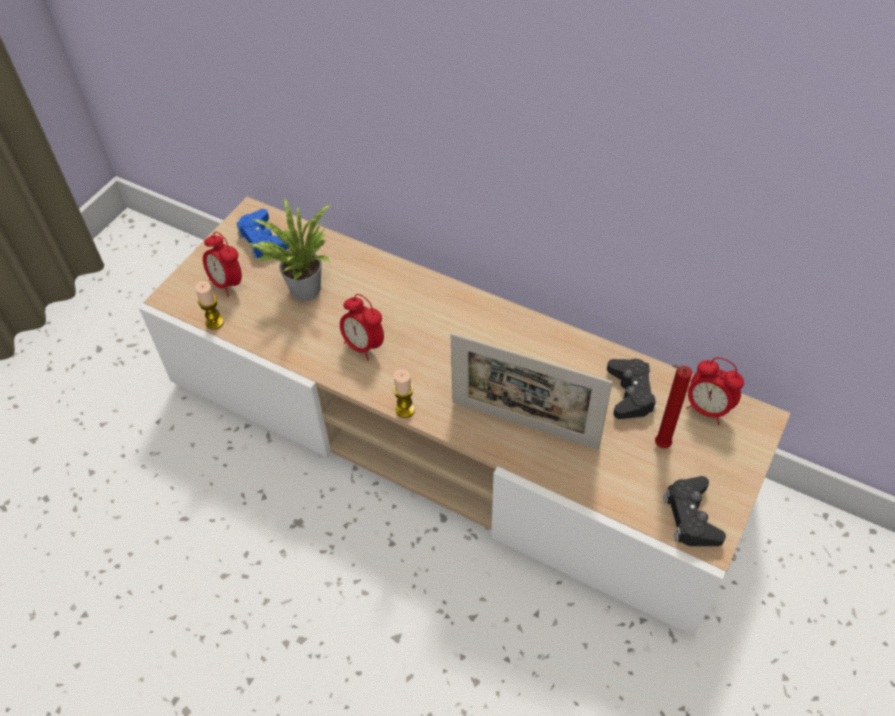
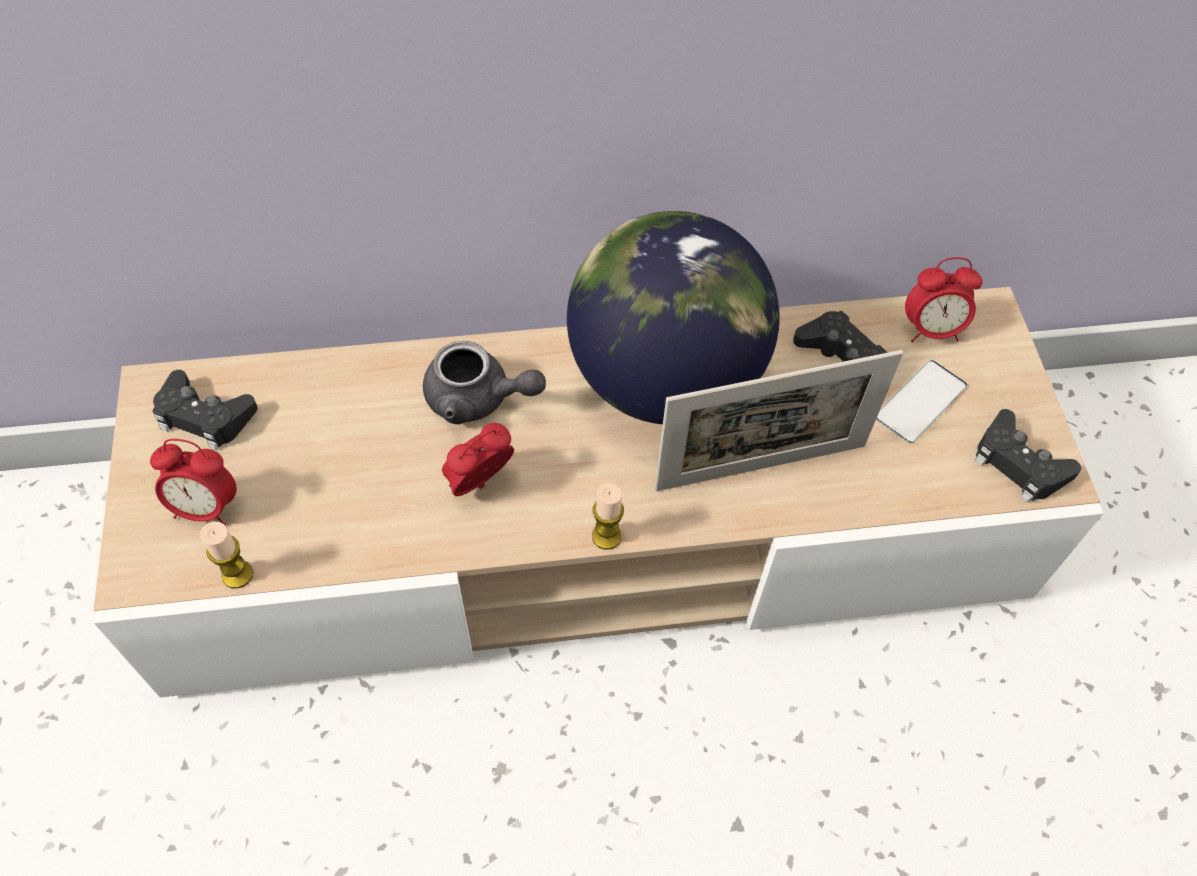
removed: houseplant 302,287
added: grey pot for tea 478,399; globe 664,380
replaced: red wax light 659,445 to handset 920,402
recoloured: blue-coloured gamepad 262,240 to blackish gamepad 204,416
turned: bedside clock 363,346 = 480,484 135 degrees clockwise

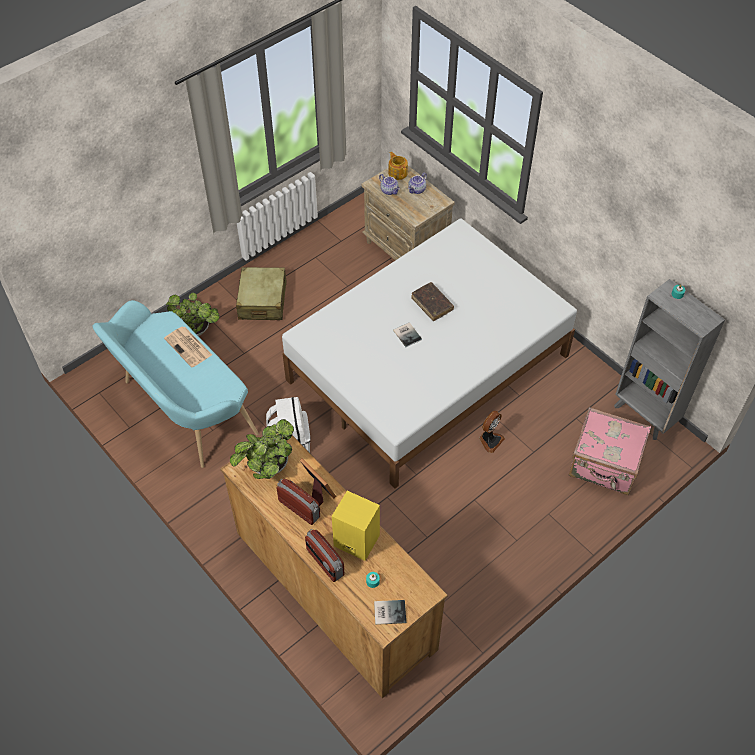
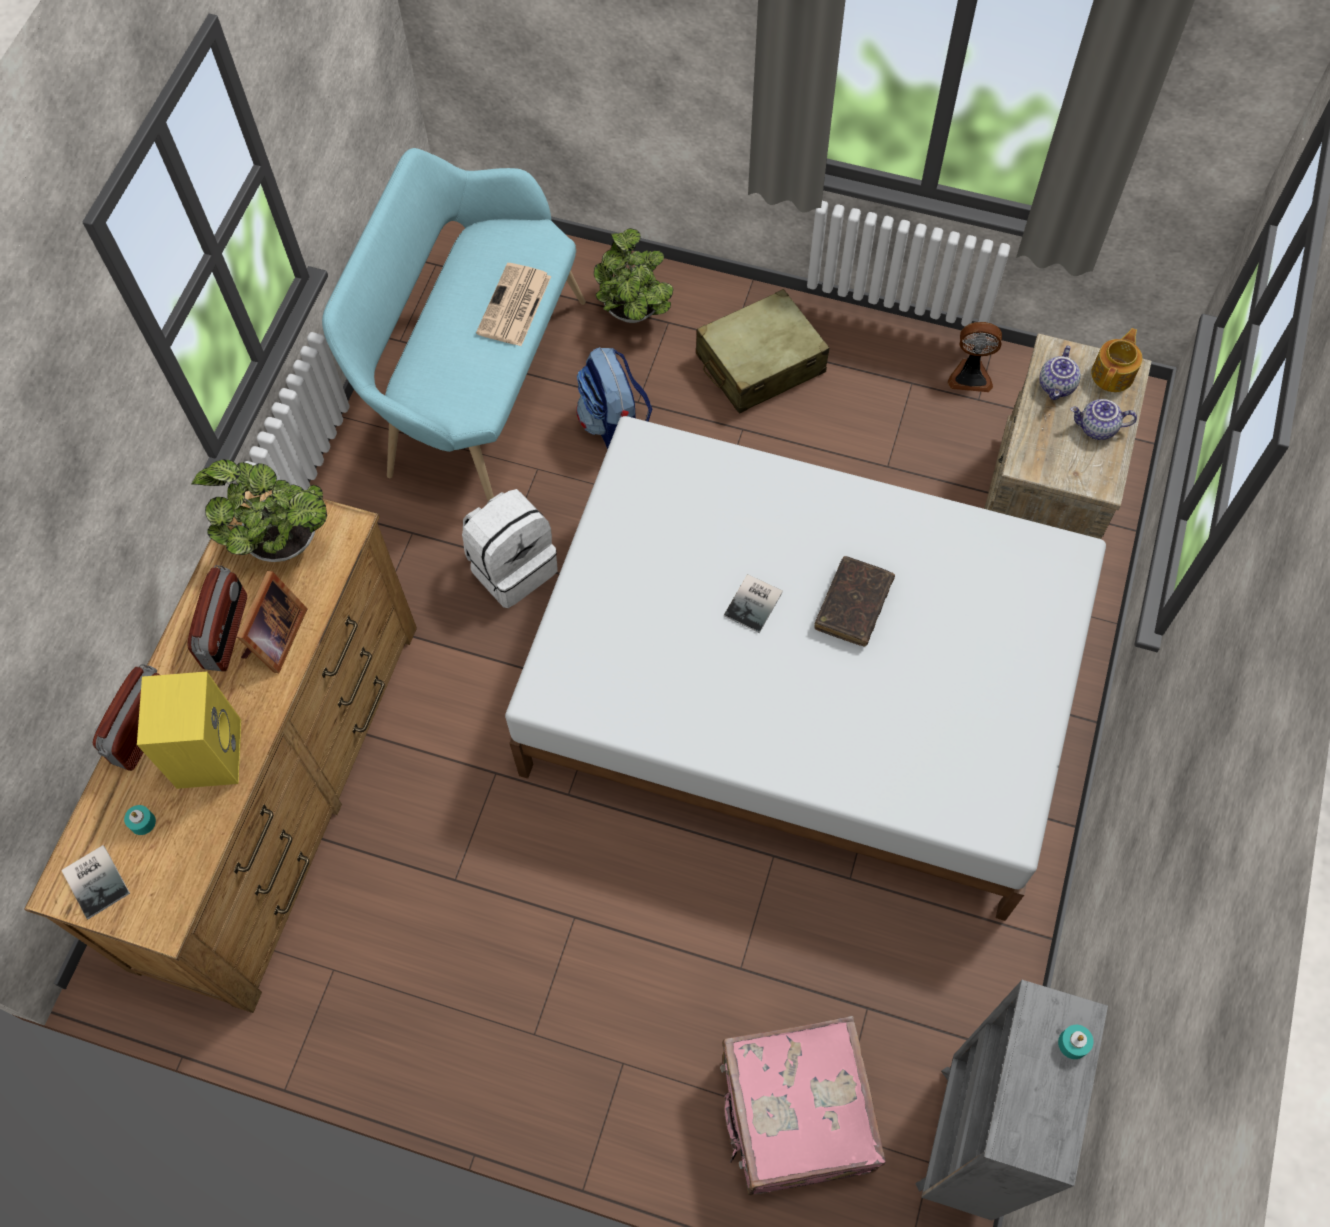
added: backpack 614,425
moved: electric fan 490,440 to 970,375

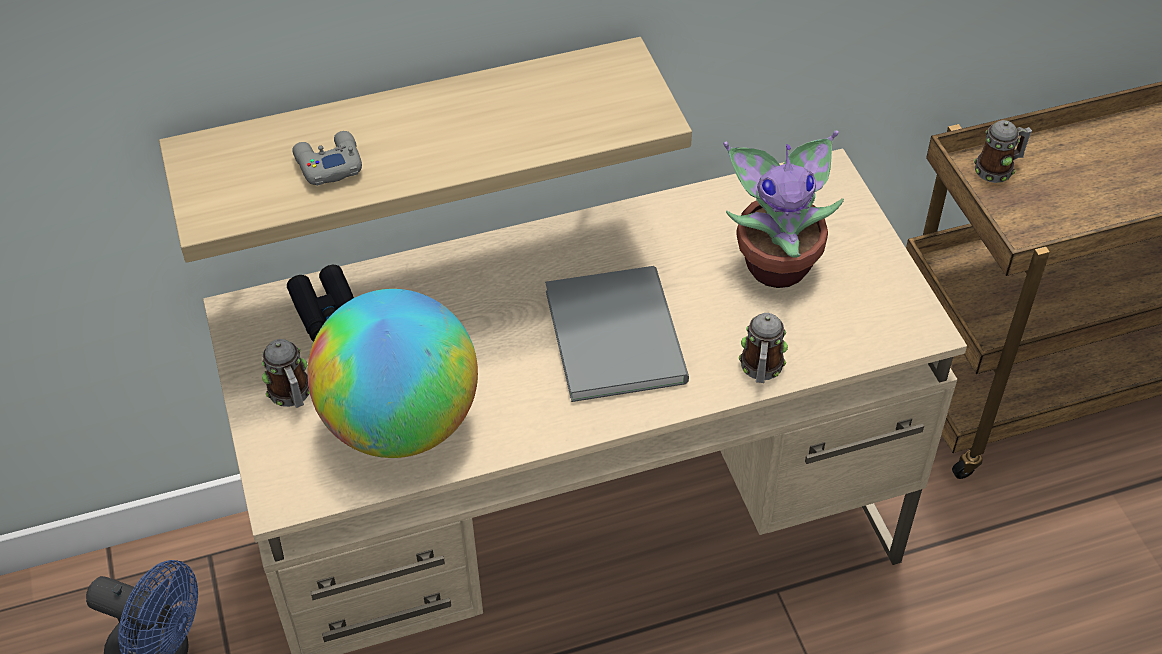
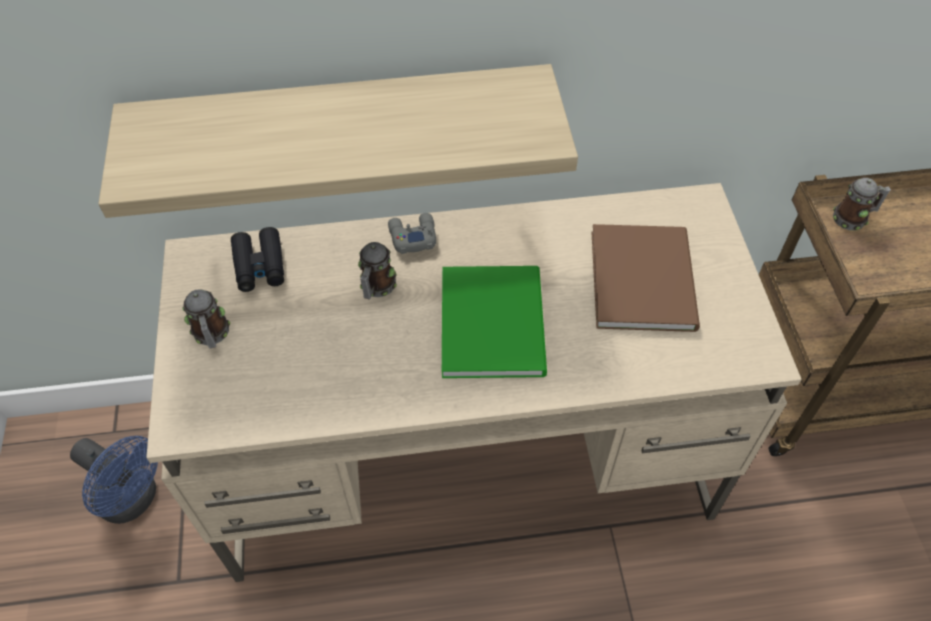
removed: globe 401,423
moved: grey gamepad 328,164 to 412,236; tea mug 761,369 to 376,287
replaced: houseplant 777,262 to brownish volume 645,277
recoloured: grey volume 618,332 to greenish volume 495,320

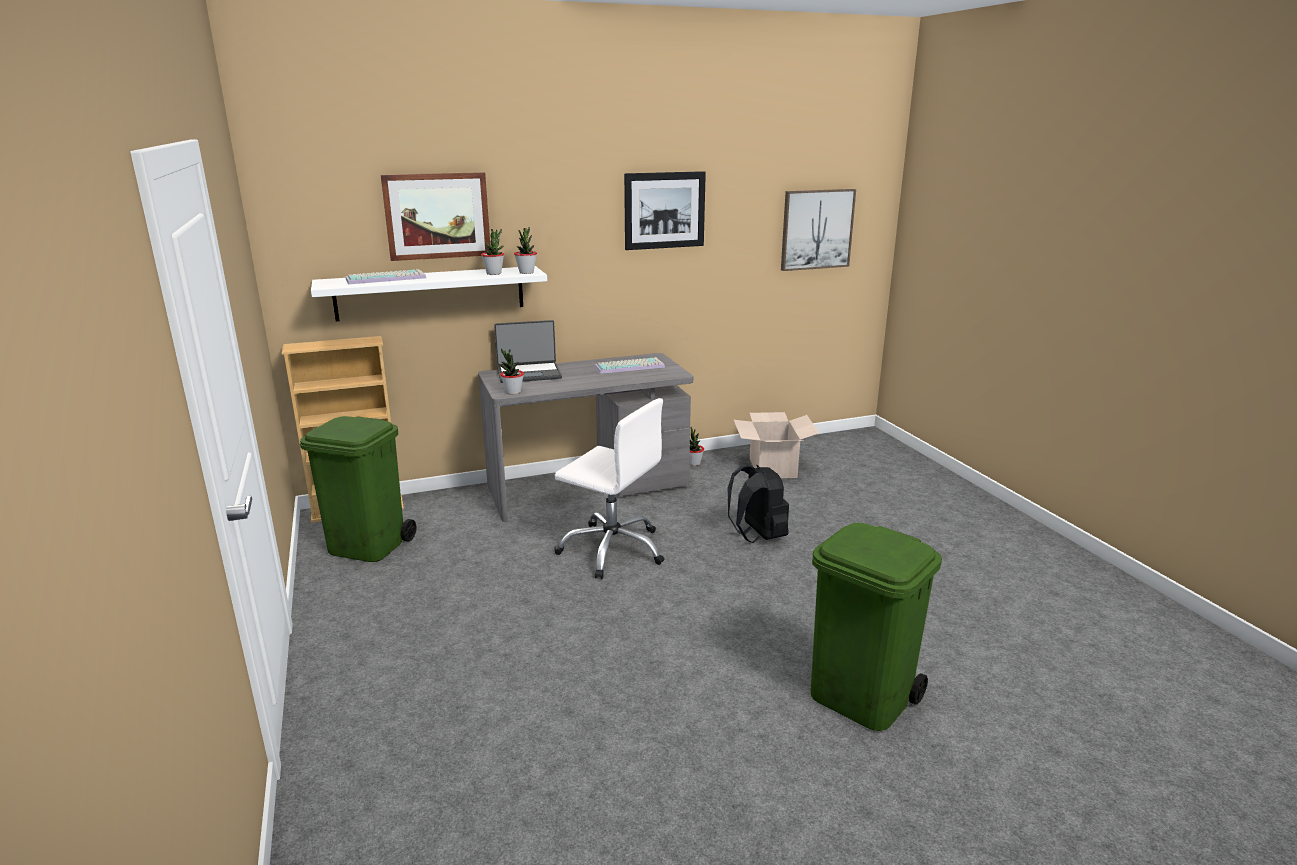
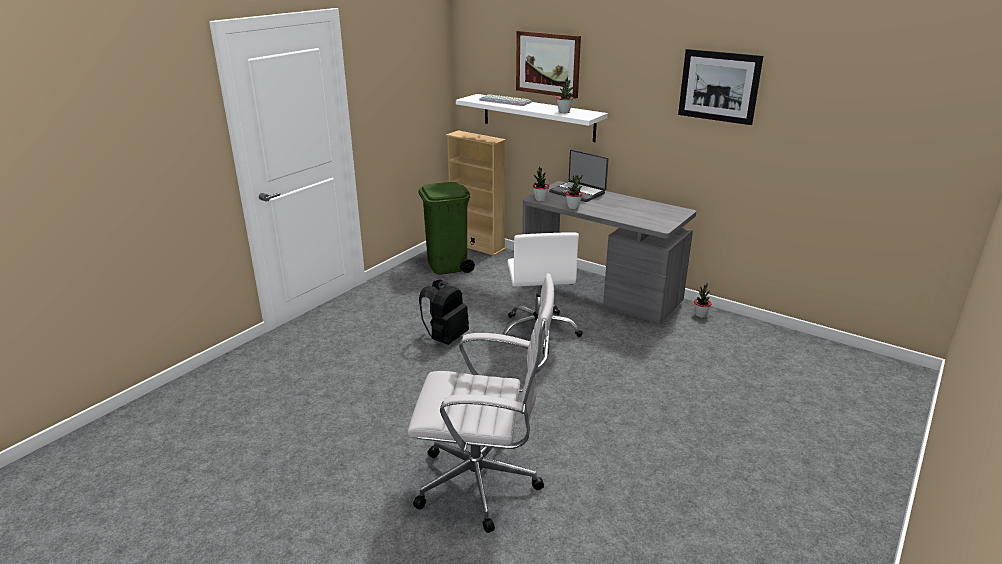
removed: keyboard 630,366; cardboard box 773,468; wall art 816,229
moved: houseplant 526,272 to 573,207; blackish backpack 758,536 to 445,338
replaced: greenish rubbish bin 861,698 to white desk chair 483,484

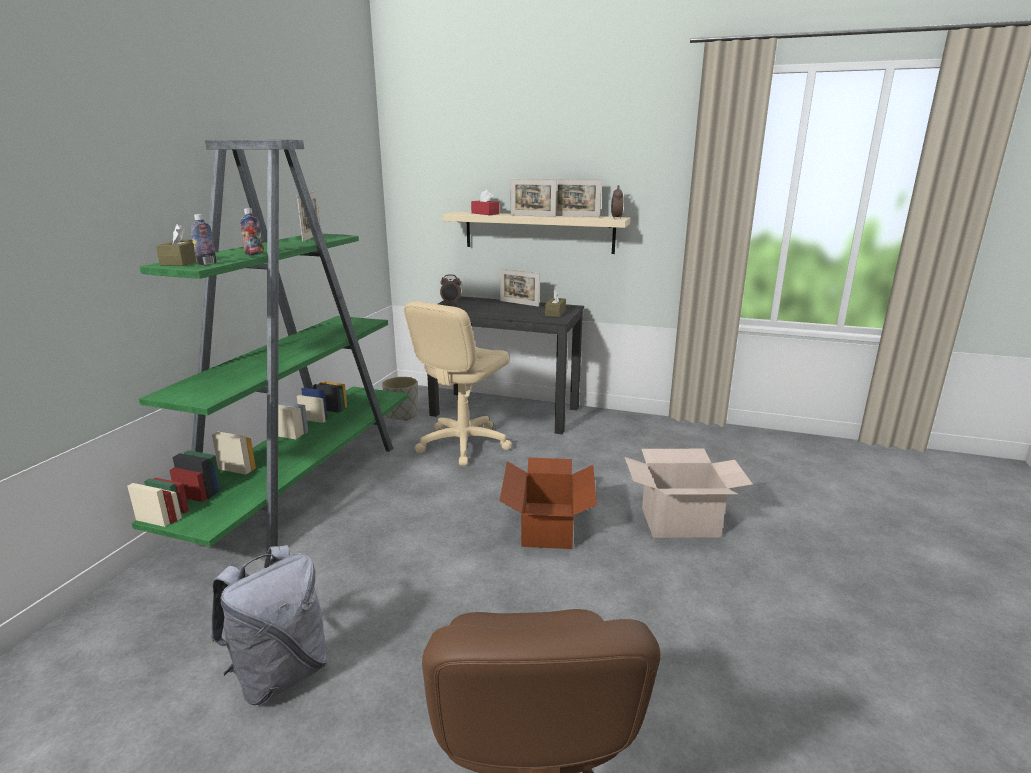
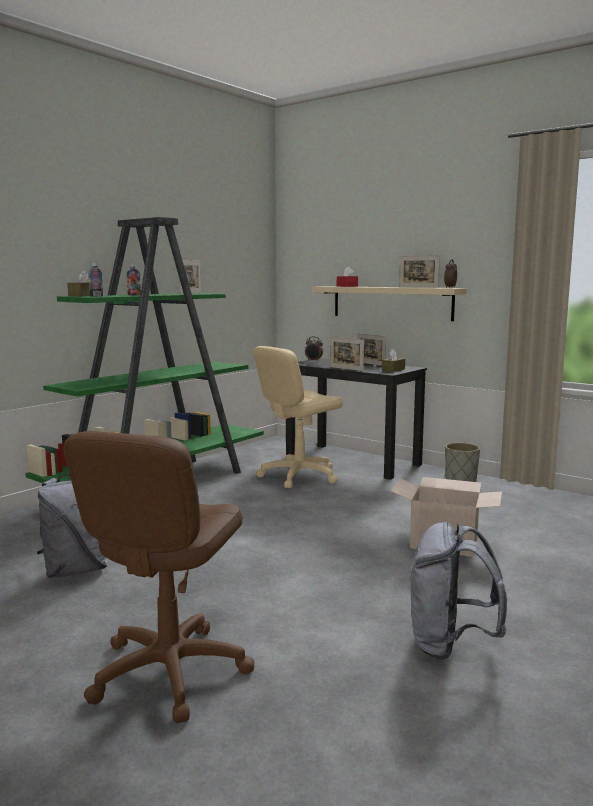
removed: cardboard box 548,524
added: grey backpack 450,645
moved: grey planter 402,415 to 461,480; standing frame 532,216 to 346,369

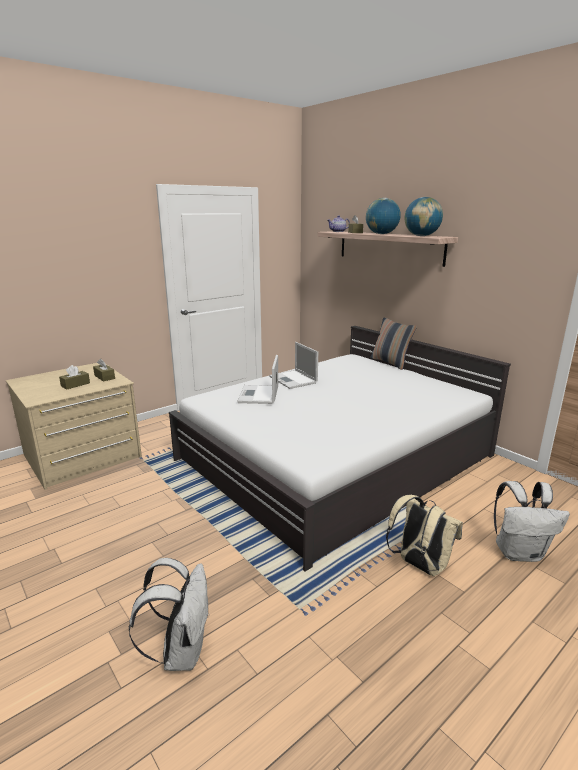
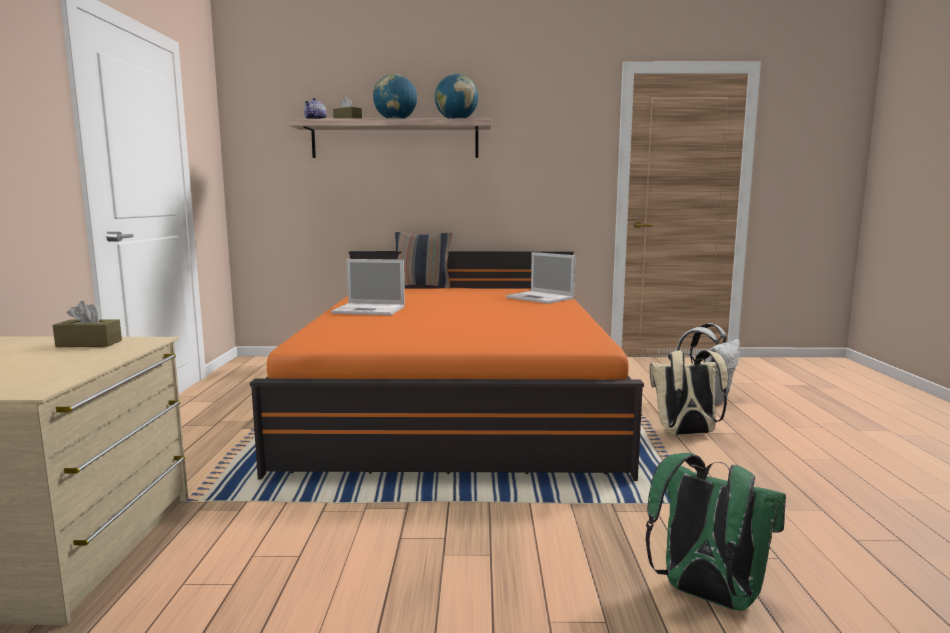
removed: brownish tissue holder 75,384
moved: laptop 259,395 to 541,298
recoloured: white backpack 181,651 to greenish backpack 705,596; white bed 336,458 to orange bed 457,401

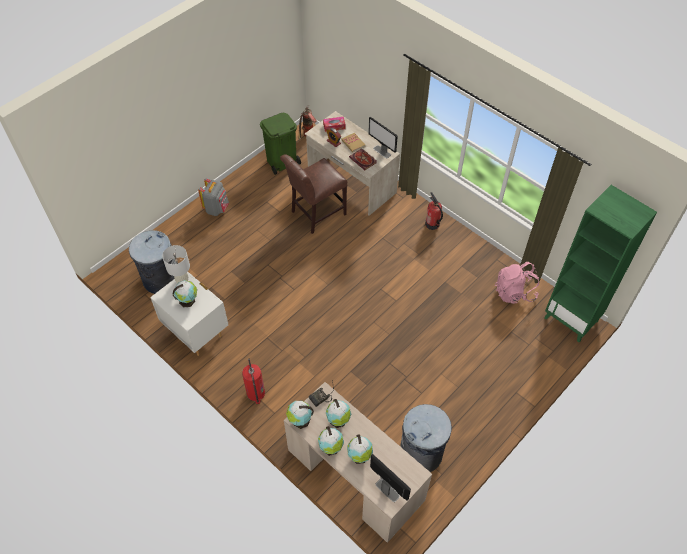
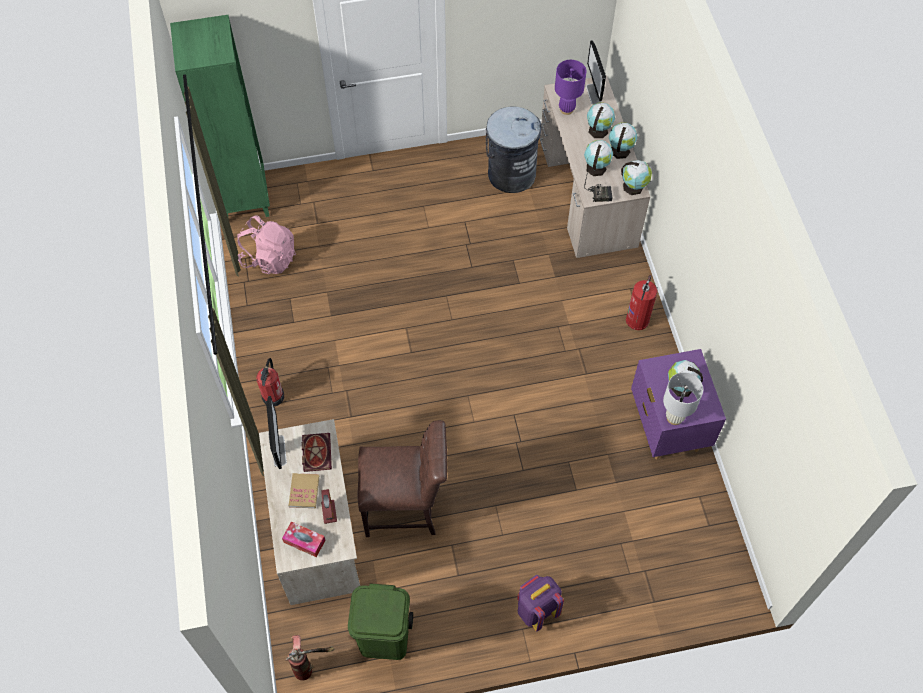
removed: grey rubbish bin 161,279
added: purple-coloured tabletop lamp 567,109
recoloured: white nightstand 197,333 to purple-coloured nightstand 667,429; grey backpack 216,208 to purple-coloured backpack 536,610

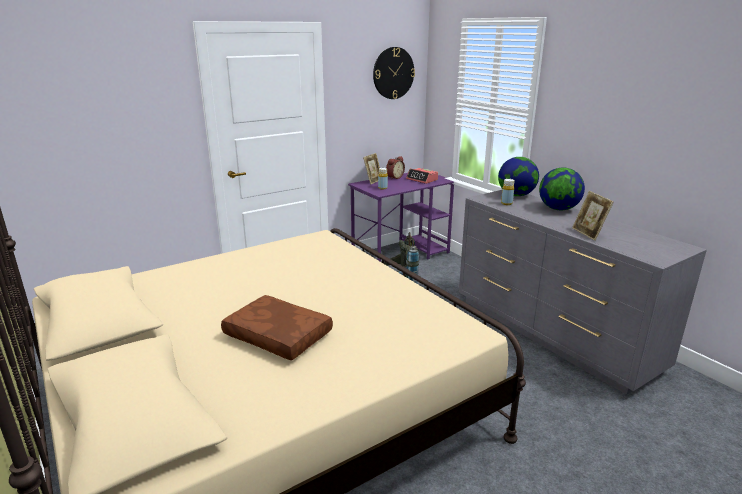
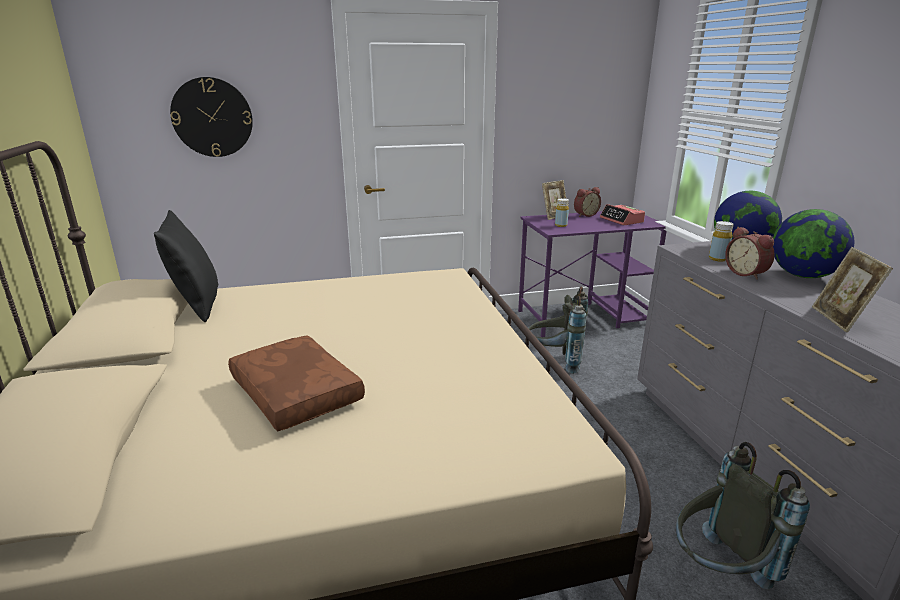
added: blackish cushion 197,305; grey backpack 719,572; bedside clock 746,273
moved: hanging clock 393,73 to 212,117

